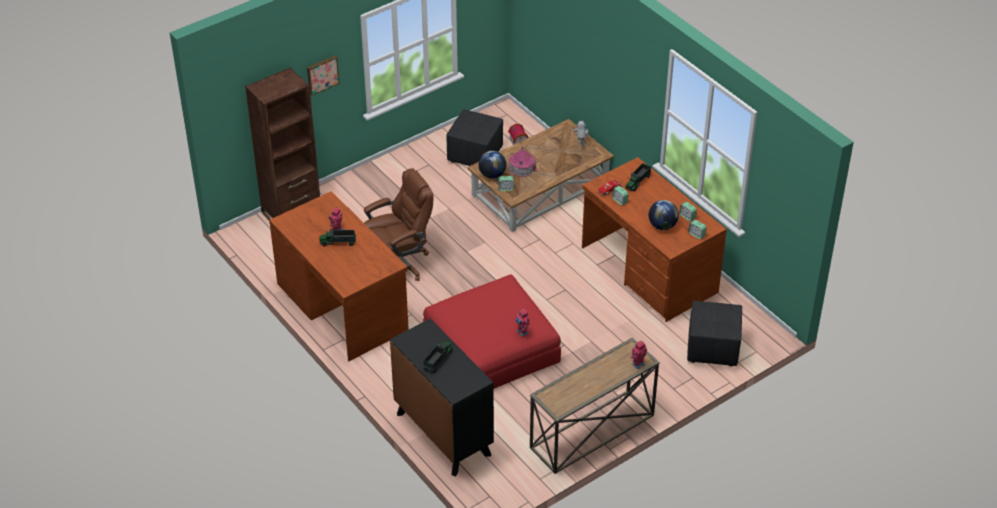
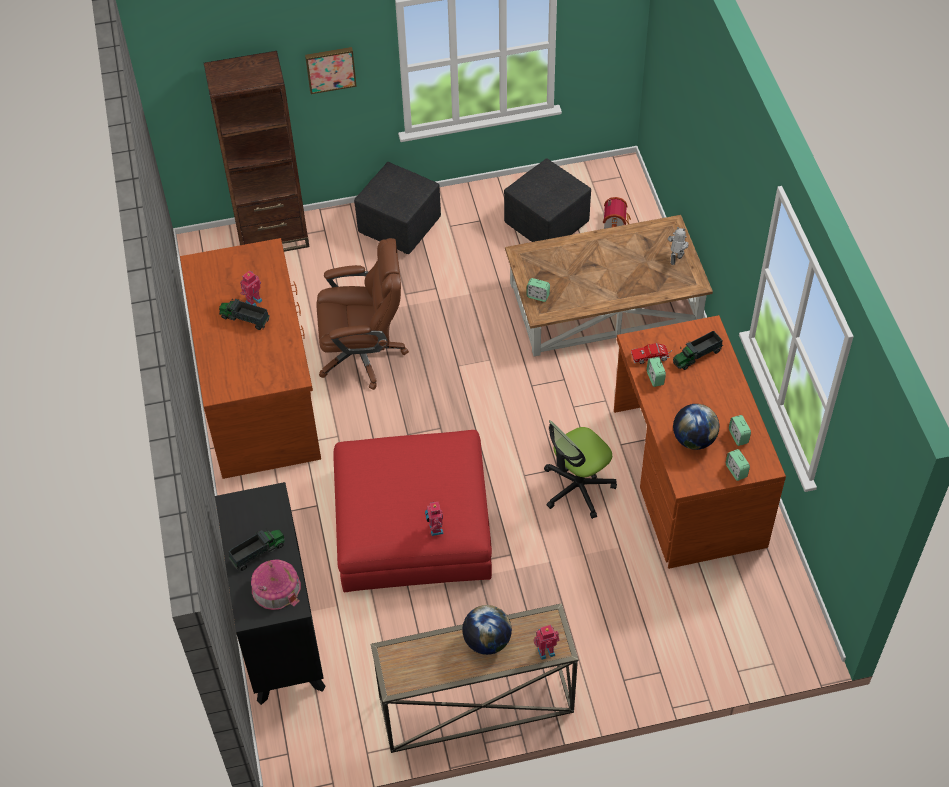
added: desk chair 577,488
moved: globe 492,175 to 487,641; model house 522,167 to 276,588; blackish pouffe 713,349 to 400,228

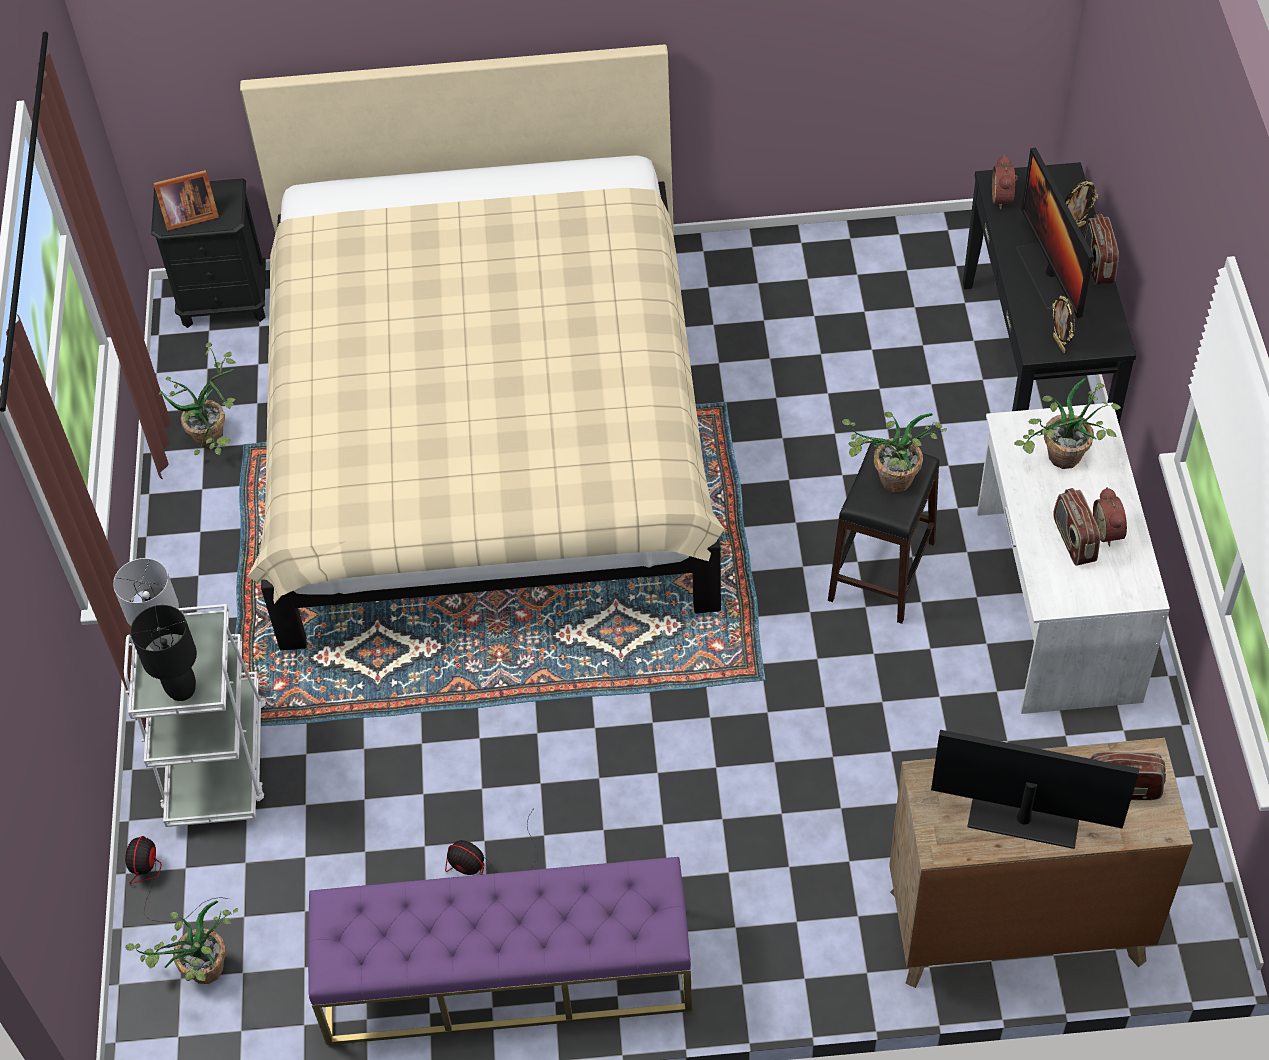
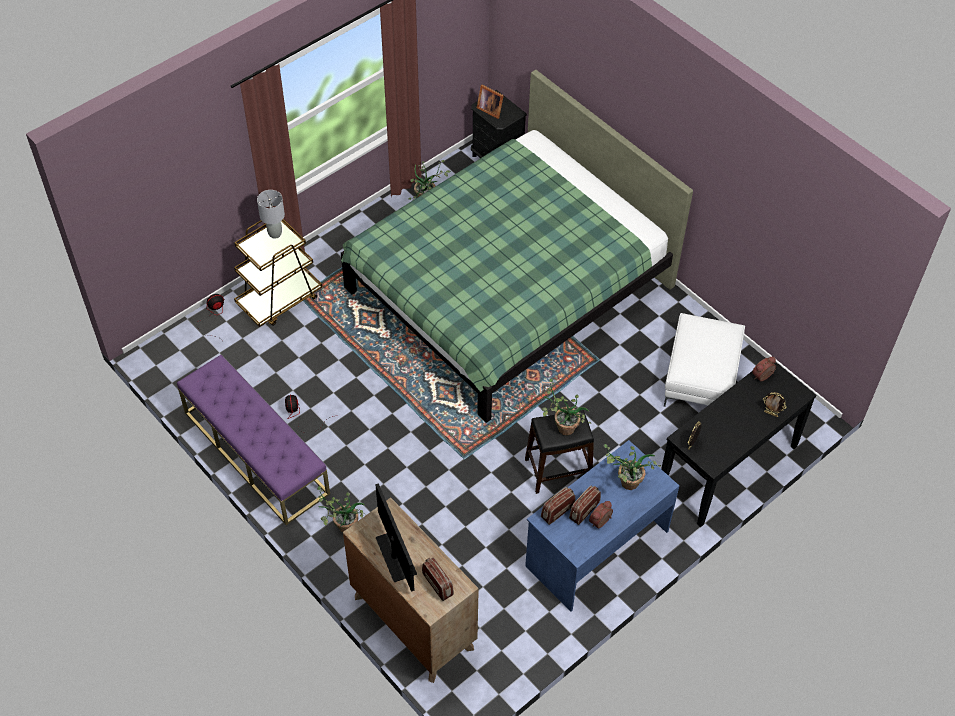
removed: blackish tabletop lamp 182,689; computer screen 1049,274
added: white pouffe 701,379
moved: houseplant 199,976 to 341,525; radio 1097,264 to 557,511
recoloured: white cart 216,759 to brownish cart 280,299; beige-coloured bed 487,434 to greenish bed 507,287; white desk unit 1054,605 to blue-coloured desk unit 596,547

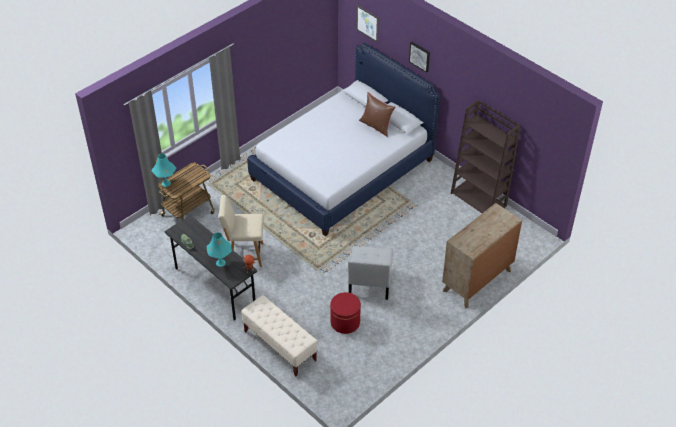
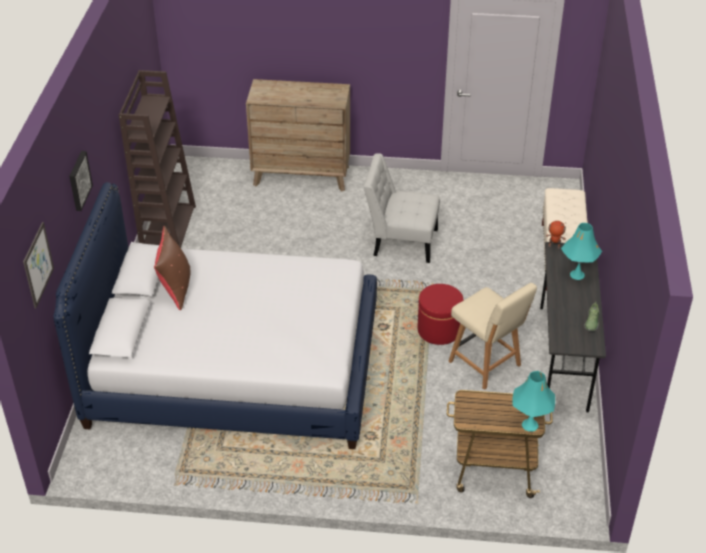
moved: red pouffe 345,322 to 439,330
turned: white upright chair 369,285 = 401,241 135 degrees counterclockwise

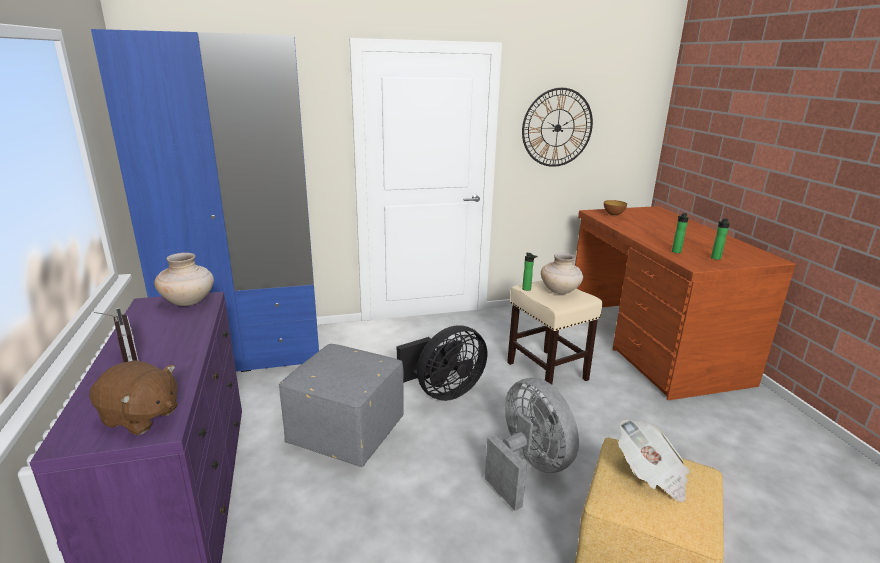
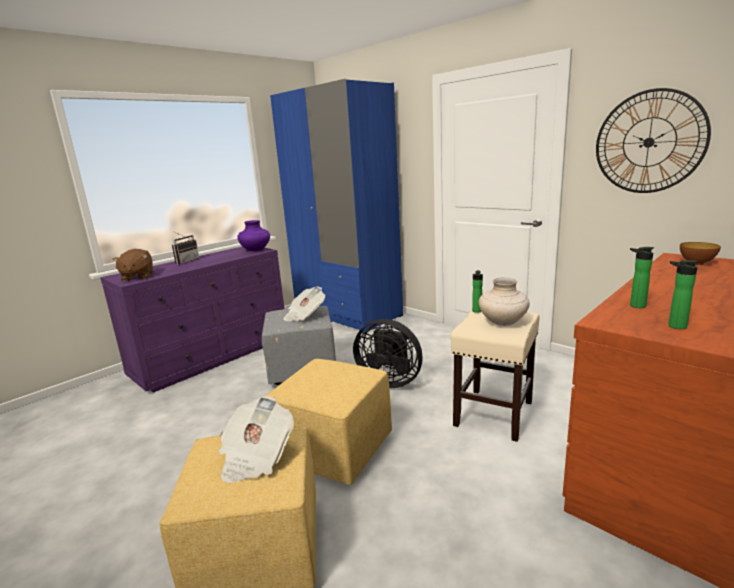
added: daily paper 304,315
replaced: grey electric fan 528,468 to yellow-coloured pouffe 333,450
recoloured: beige-coloured decorative vase 188,302 to purple-coloured decorative vase 256,250

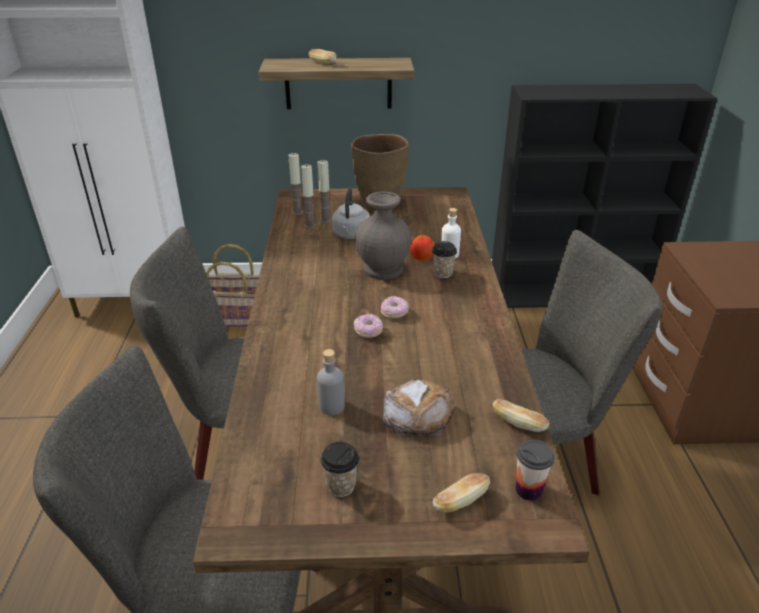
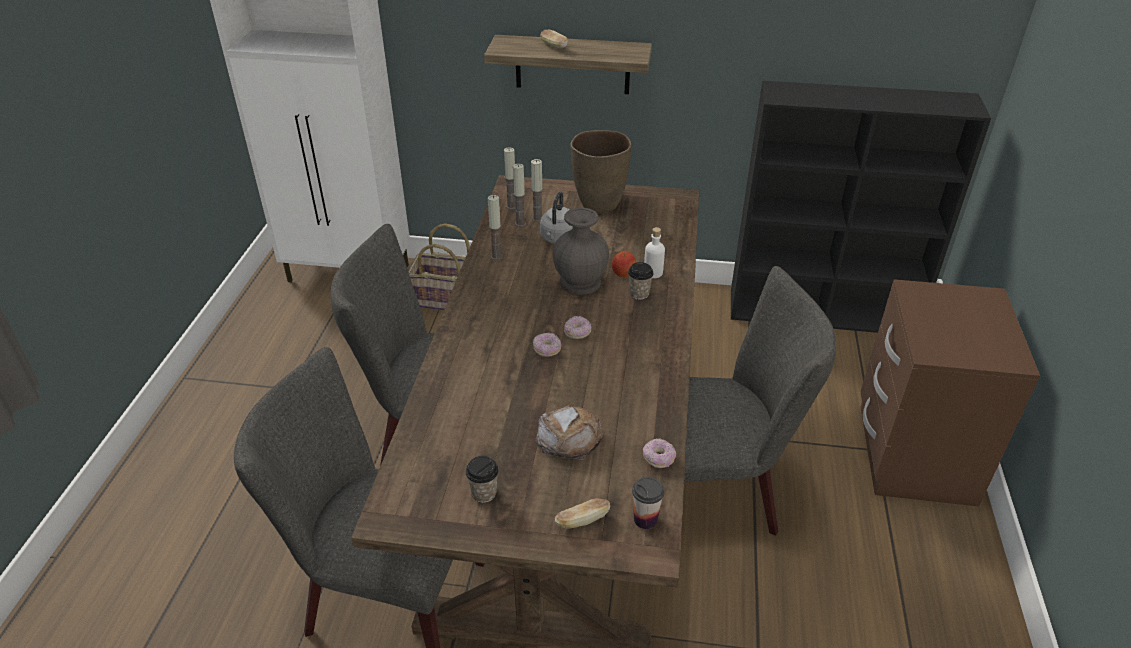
removed: grey bottle 331,406
added: wax light 496,256
replaced: bread 518,423 to donut 658,459

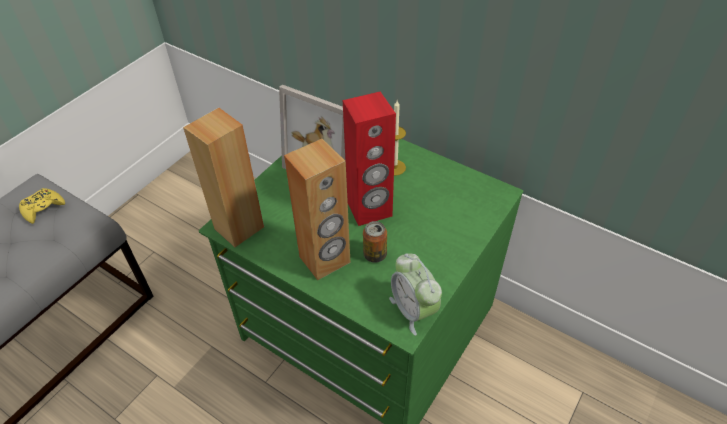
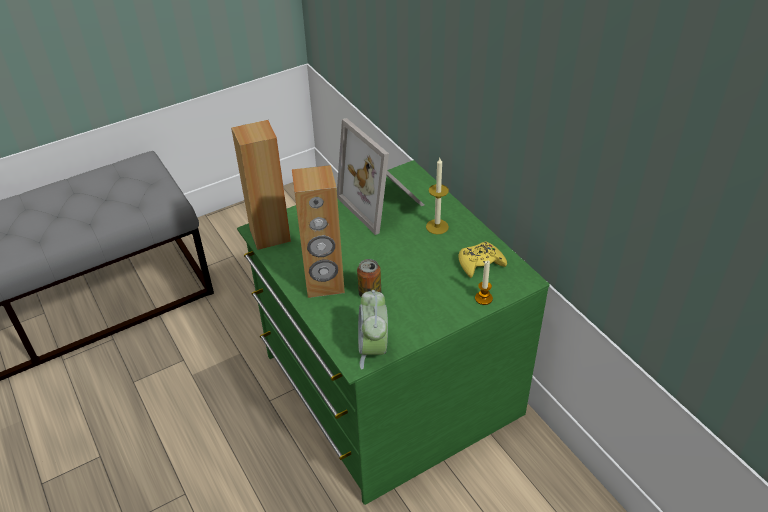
removed: red speaker 370,210
added: wax light 483,298
moved: yellow-coloured gamepad 42,208 to 480,263

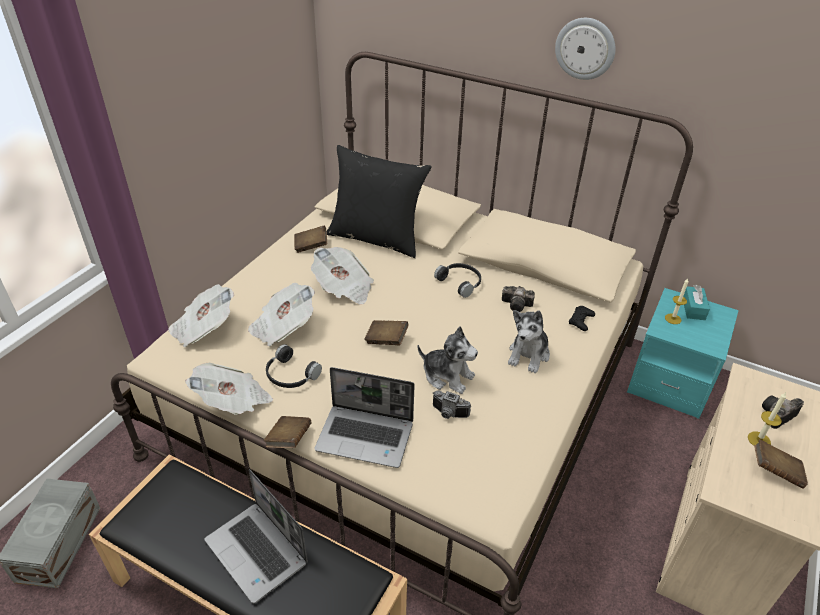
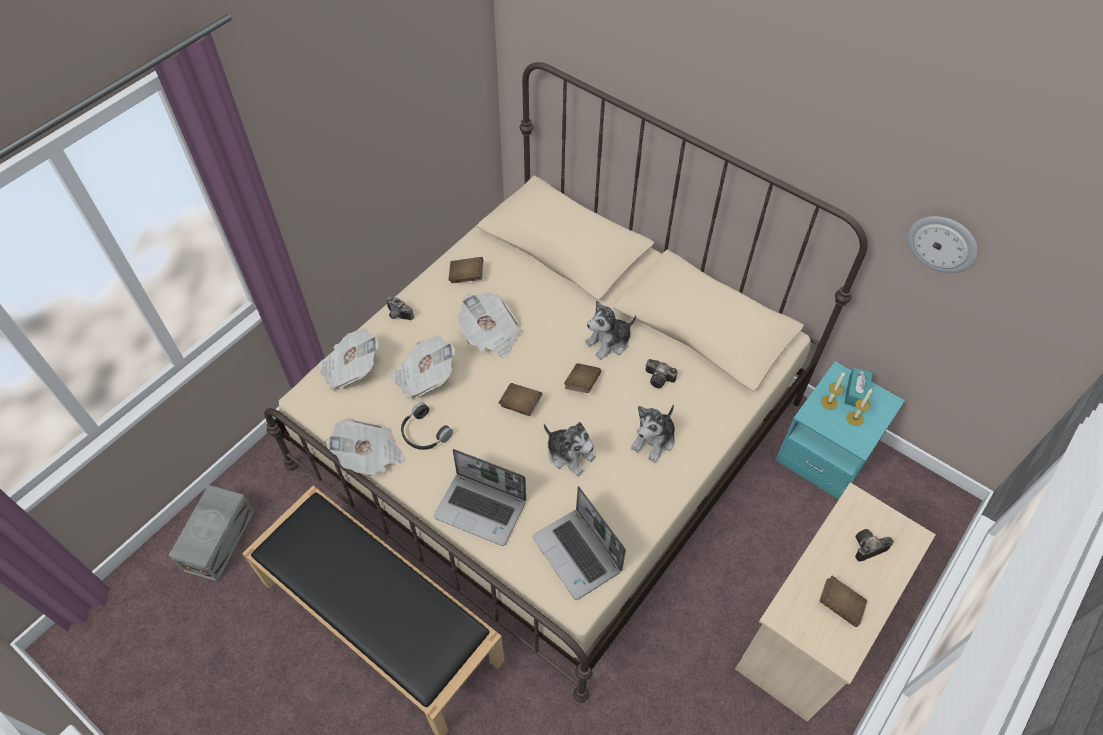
removed: blackish cushion 376,238; blackish gamepad 581,320
moved: laptop 258,552 to 578,554; brownish volume 289,440 to 582,384; still camera 448,414 to 397,315; hanging clock 585,48 to 943,243; wax light 759,440 to 855,418
replaced: blackish headset 460,282 to cuddly toy 609,342

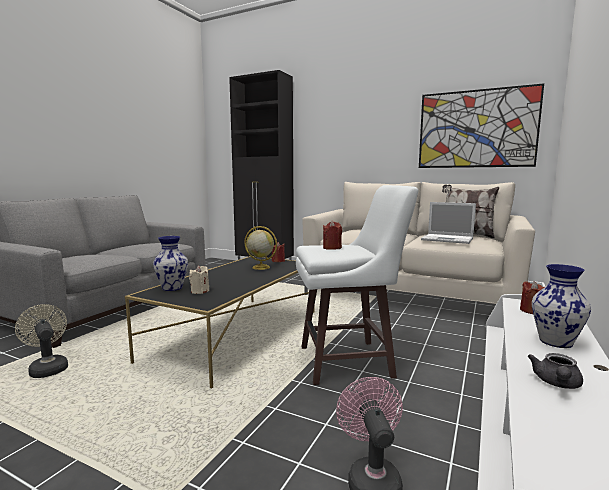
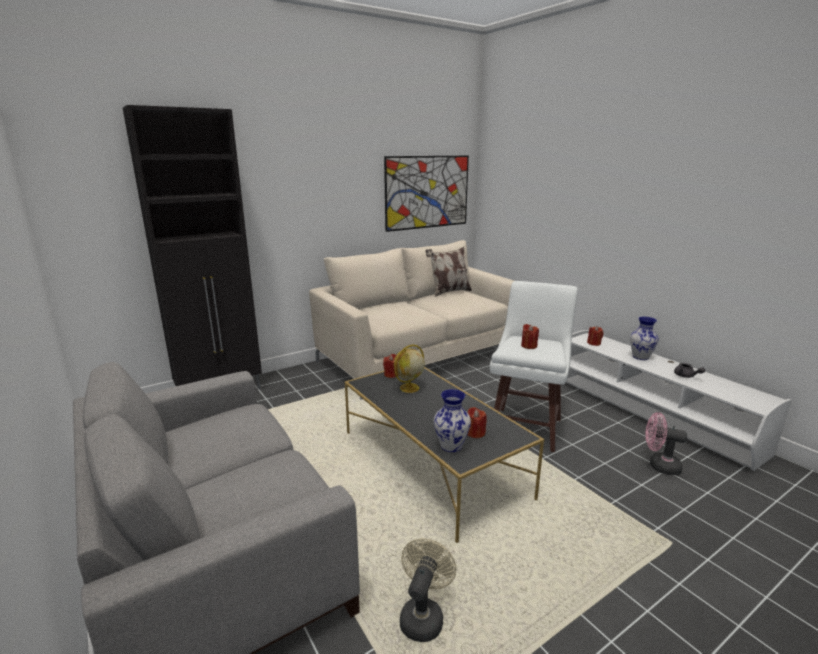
removed: laptop 448,239
recoloured: beige-coloured wax light 200,291 to red wax light 475,433
turned: beige-coloured electric fan 47,368 = 423,615 120 degrees clockwise

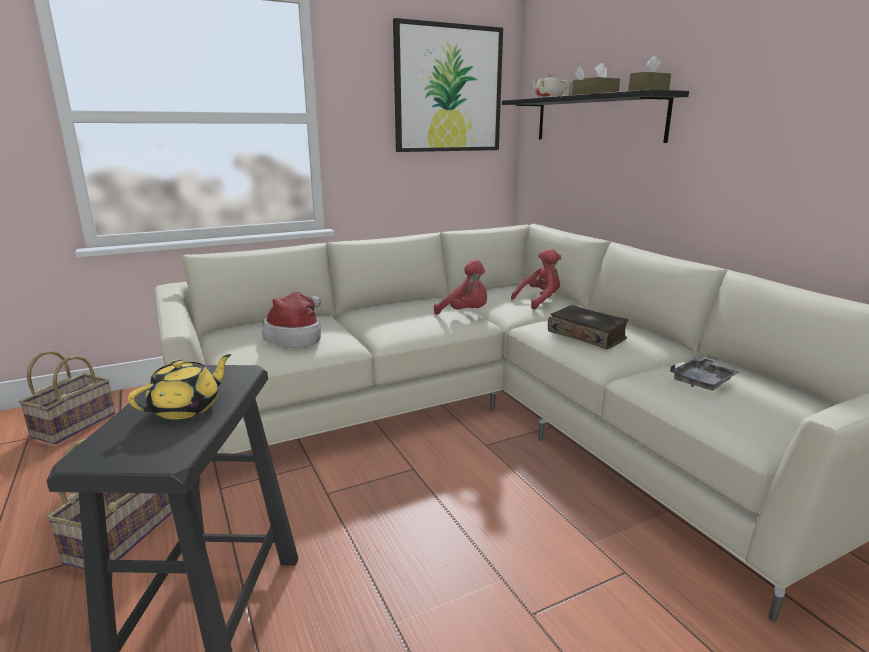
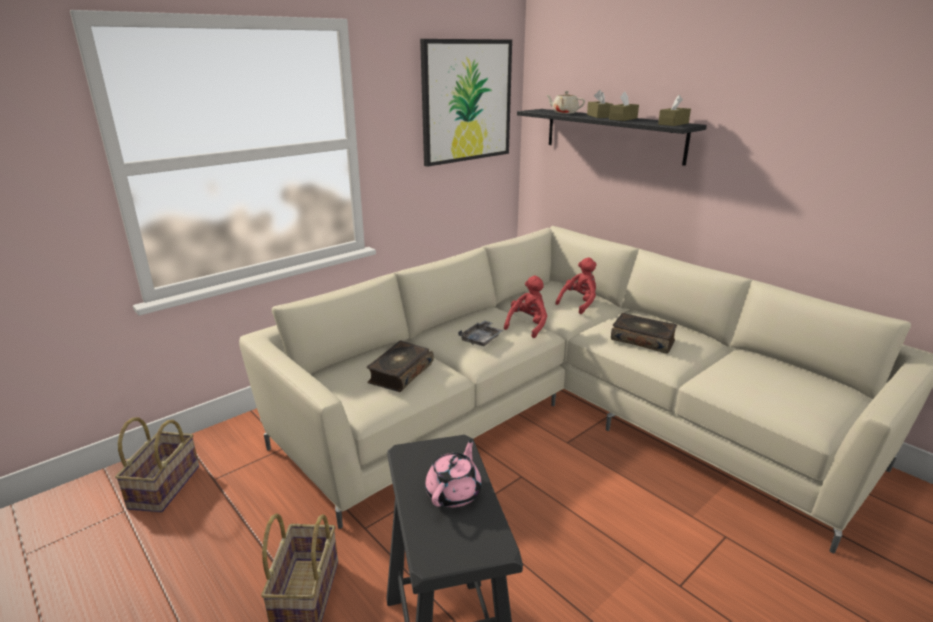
moved: grey serving tray 703,381 to 481,339
replaced: hat 296,336 to volume 400,373
recoloured: yellow-coloured pot for tea 187,408 to pinkish pot for tea 454,492
turned: red cuddly toy 465,313 = 528,325 75 degrees counterclockwise

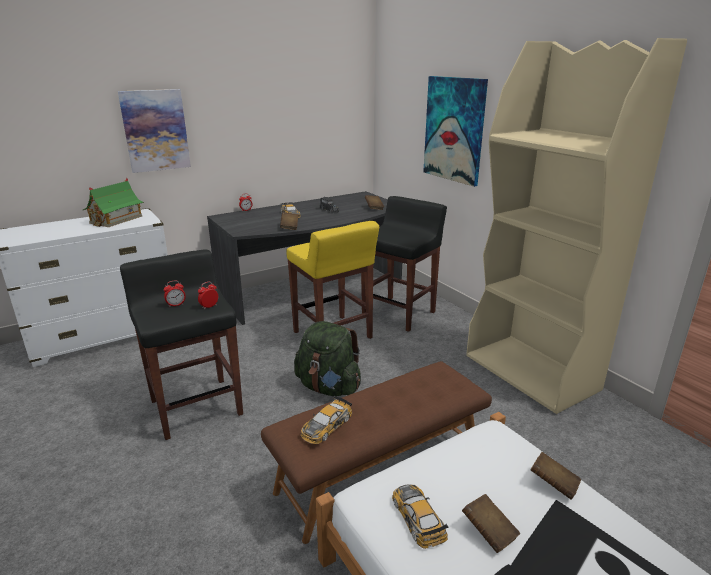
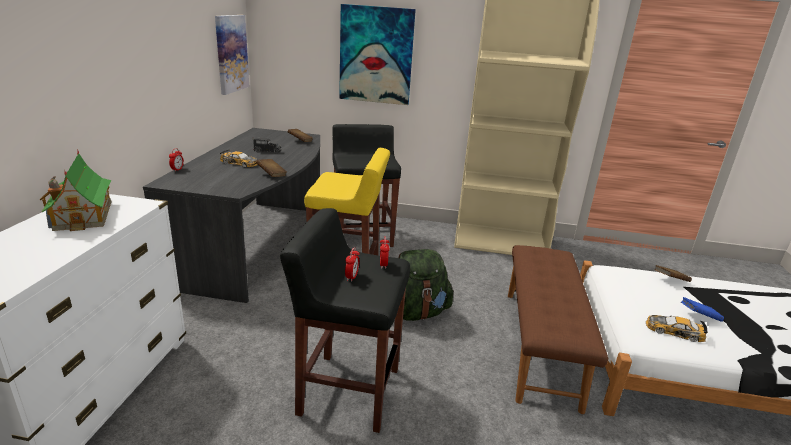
removed: model car 326,426
moved: wall art 155,130 to 231,53
recoloured: brownish volume 489,532 to blue-coloured volume 699,317

